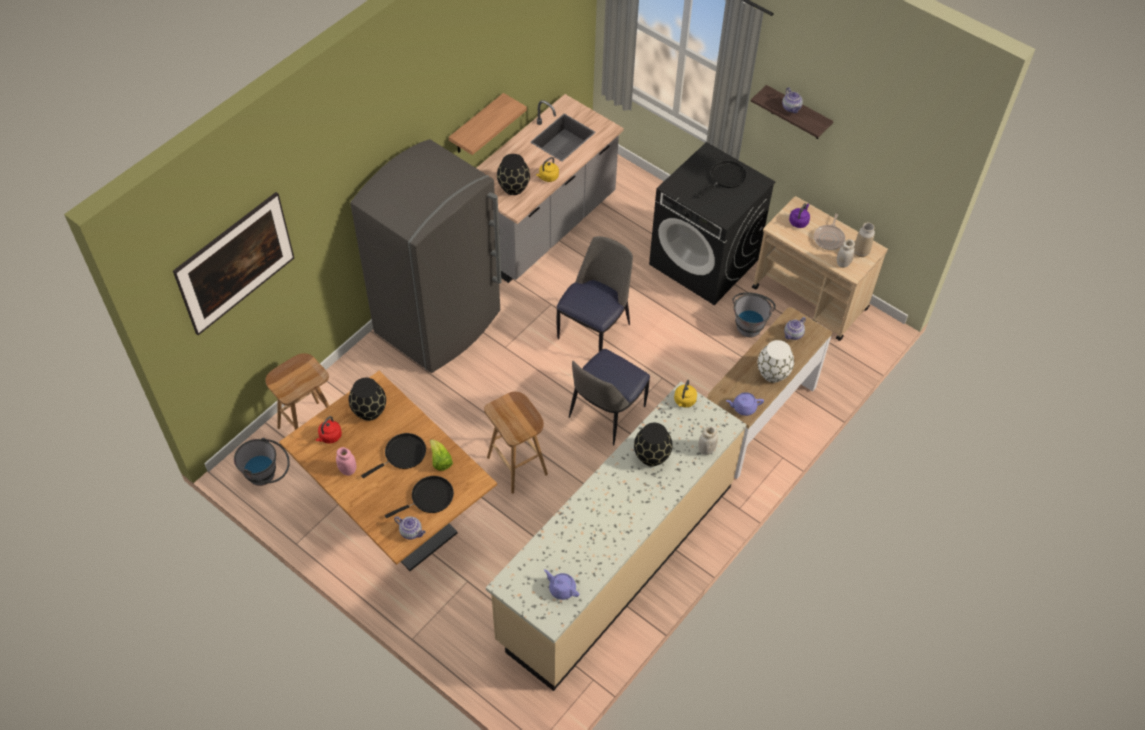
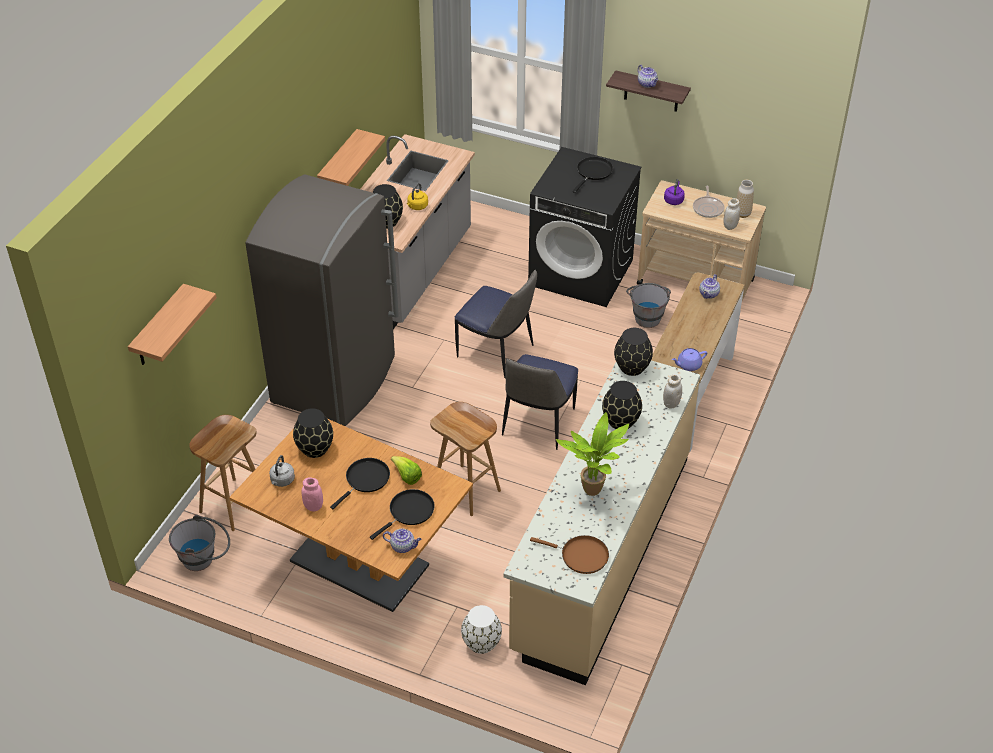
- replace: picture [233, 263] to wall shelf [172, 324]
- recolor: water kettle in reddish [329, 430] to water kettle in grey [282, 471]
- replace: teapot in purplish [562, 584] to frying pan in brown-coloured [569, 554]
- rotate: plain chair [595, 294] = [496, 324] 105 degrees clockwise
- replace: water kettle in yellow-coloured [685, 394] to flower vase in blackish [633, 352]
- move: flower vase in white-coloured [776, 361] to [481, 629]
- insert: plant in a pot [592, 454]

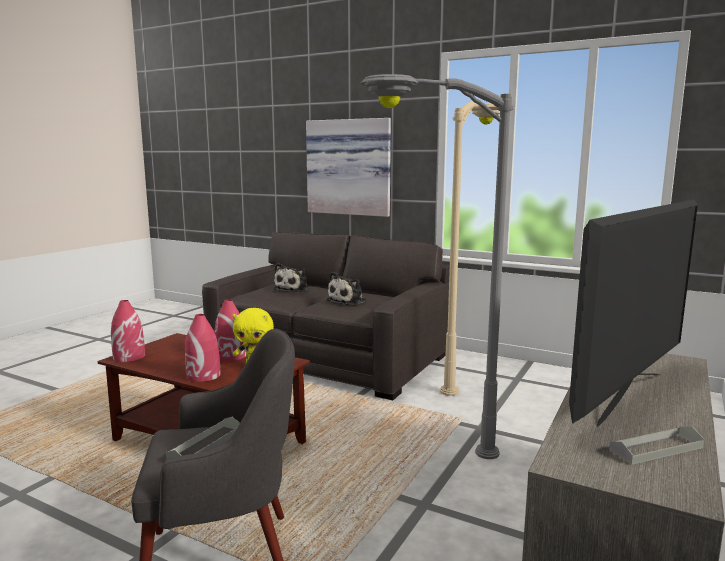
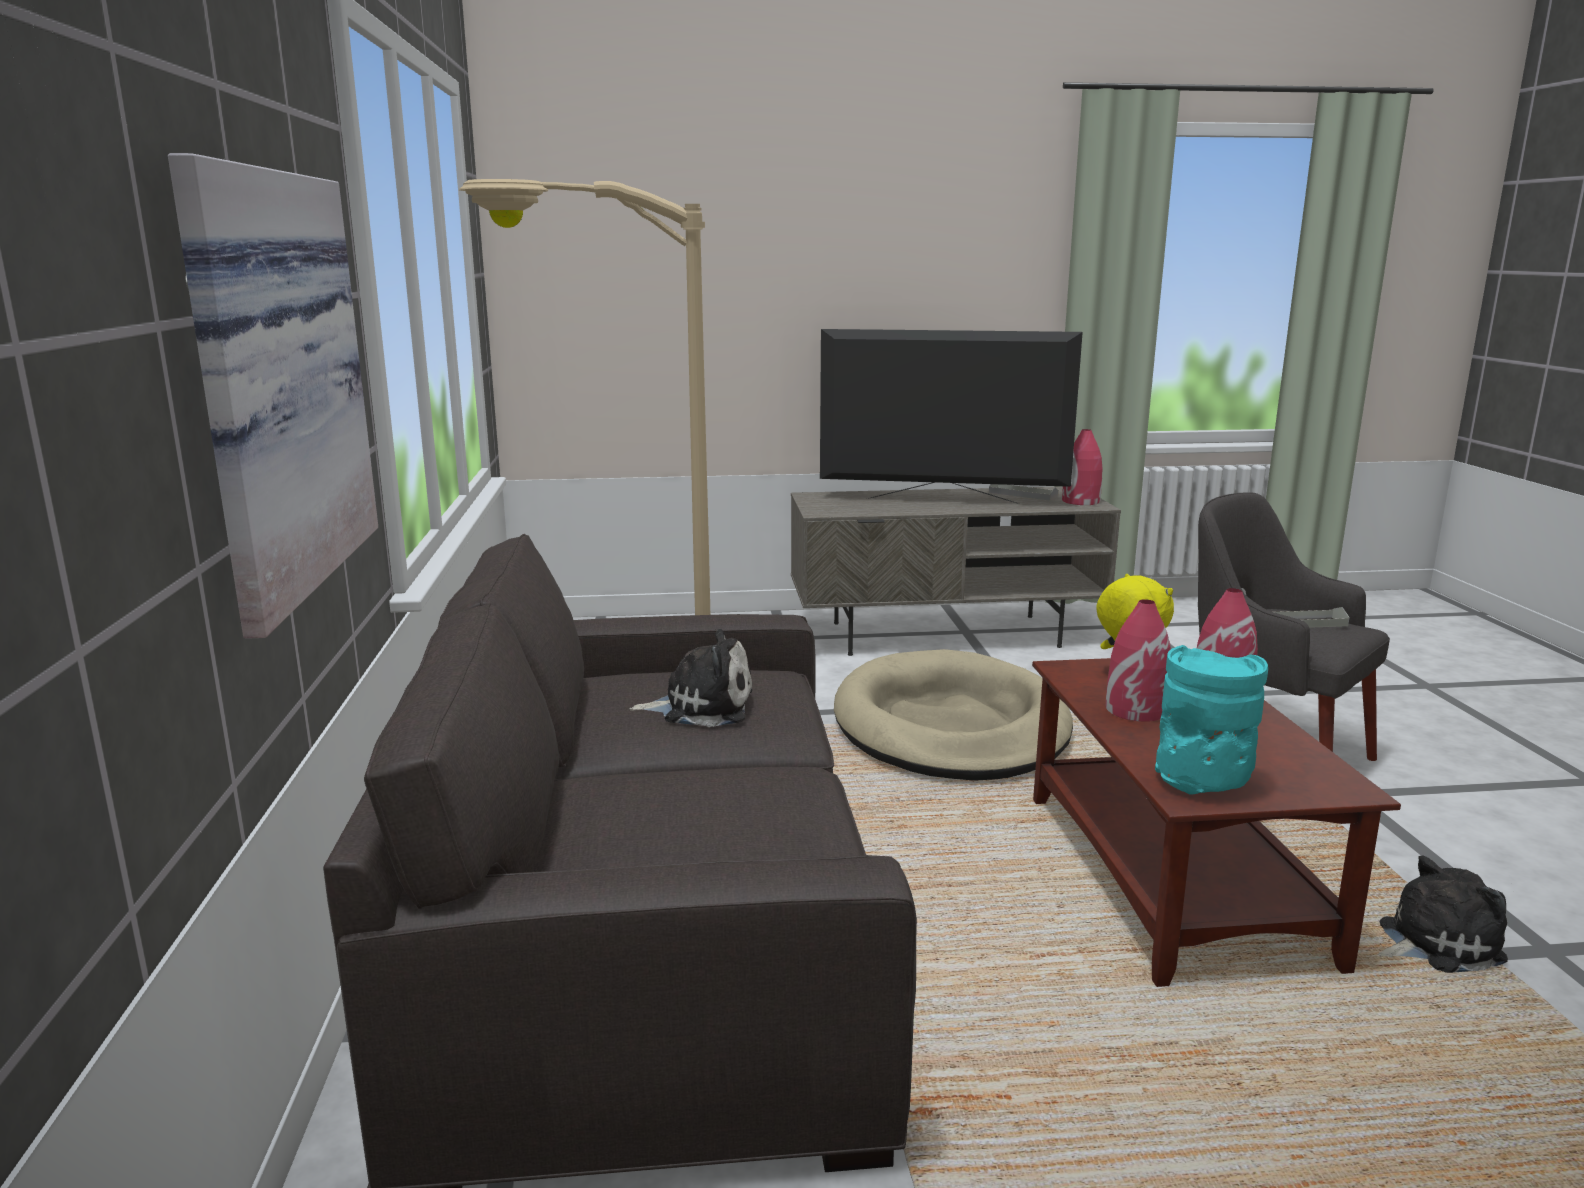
- move: flower vase in reddish [128, 331] to [1082, 467]
- move: plush toy [291, 277] to [1443, 914]
- replace: standing lamp in grey [436, 266] to dog bed in beige [953, 715]
- insert: flower vase in turquoise [1211, 720]

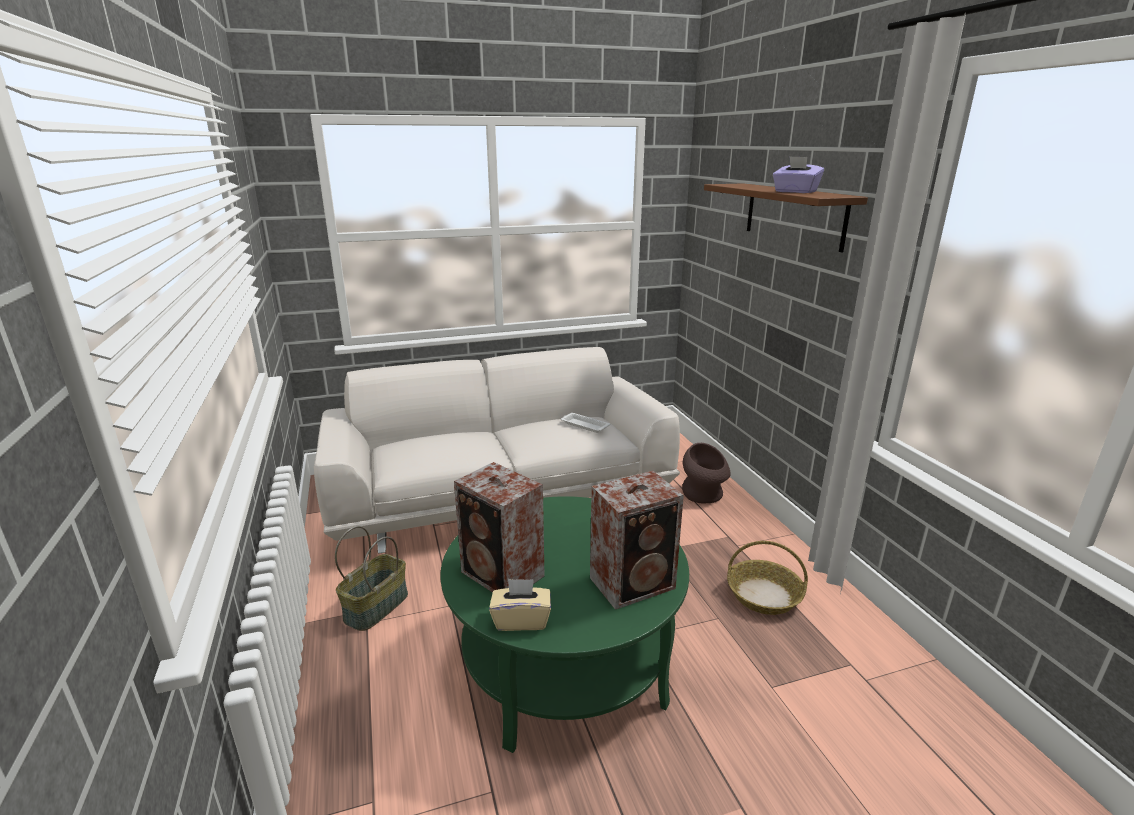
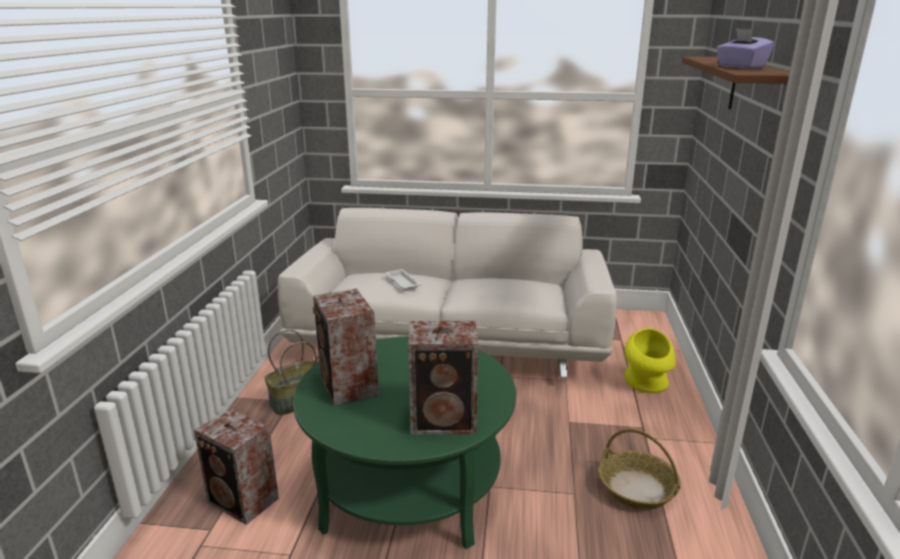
- delete: box of tissues in beige [520, 605]
- move: serving tray in white-coloured [585, 423] to [403, 279]
- recolor: flower vase in brown-coloured [706, 473] to flower vase in yellow-coloured [650, 360]
- insert: audio speaker [236, 466]

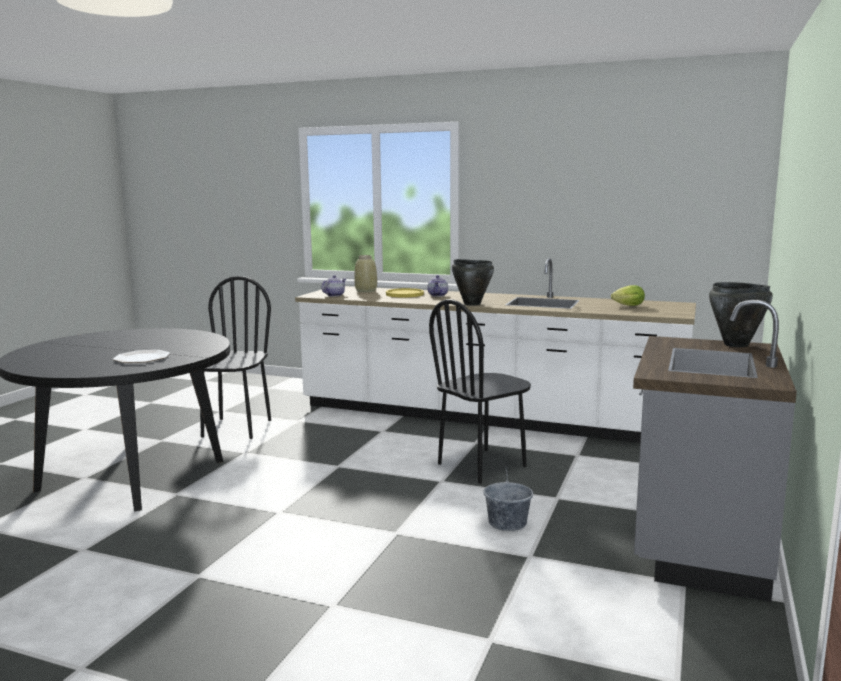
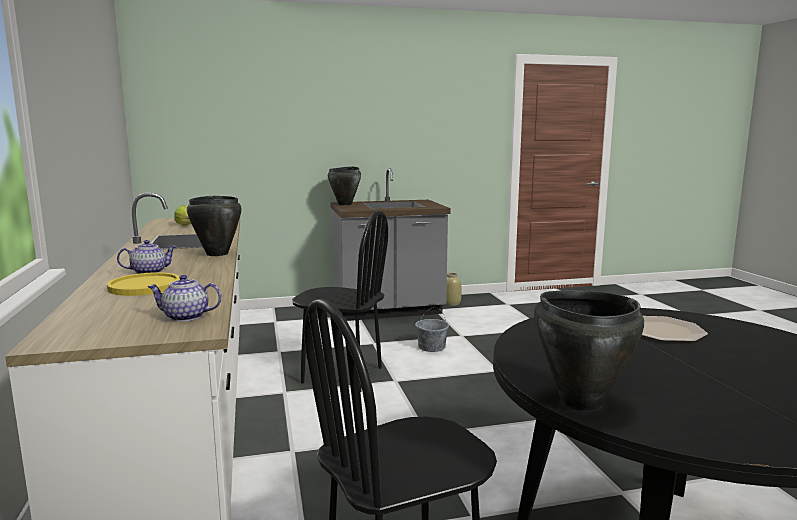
- move: flower vase in beige [365, 273] to [453, 289]
- insert: cooking pot in blackish [589, 351]

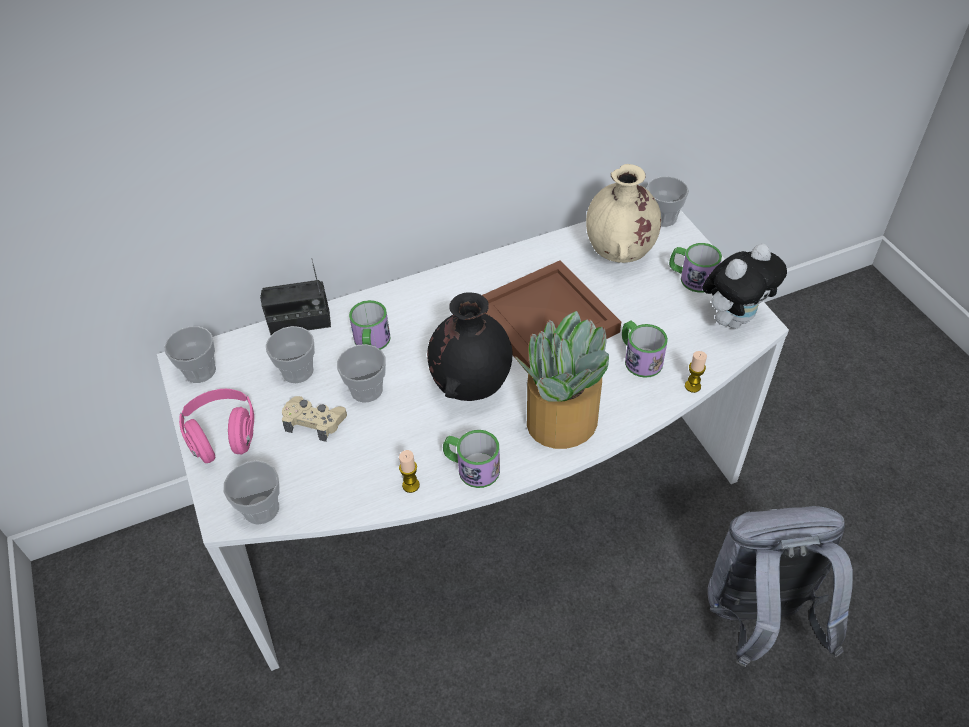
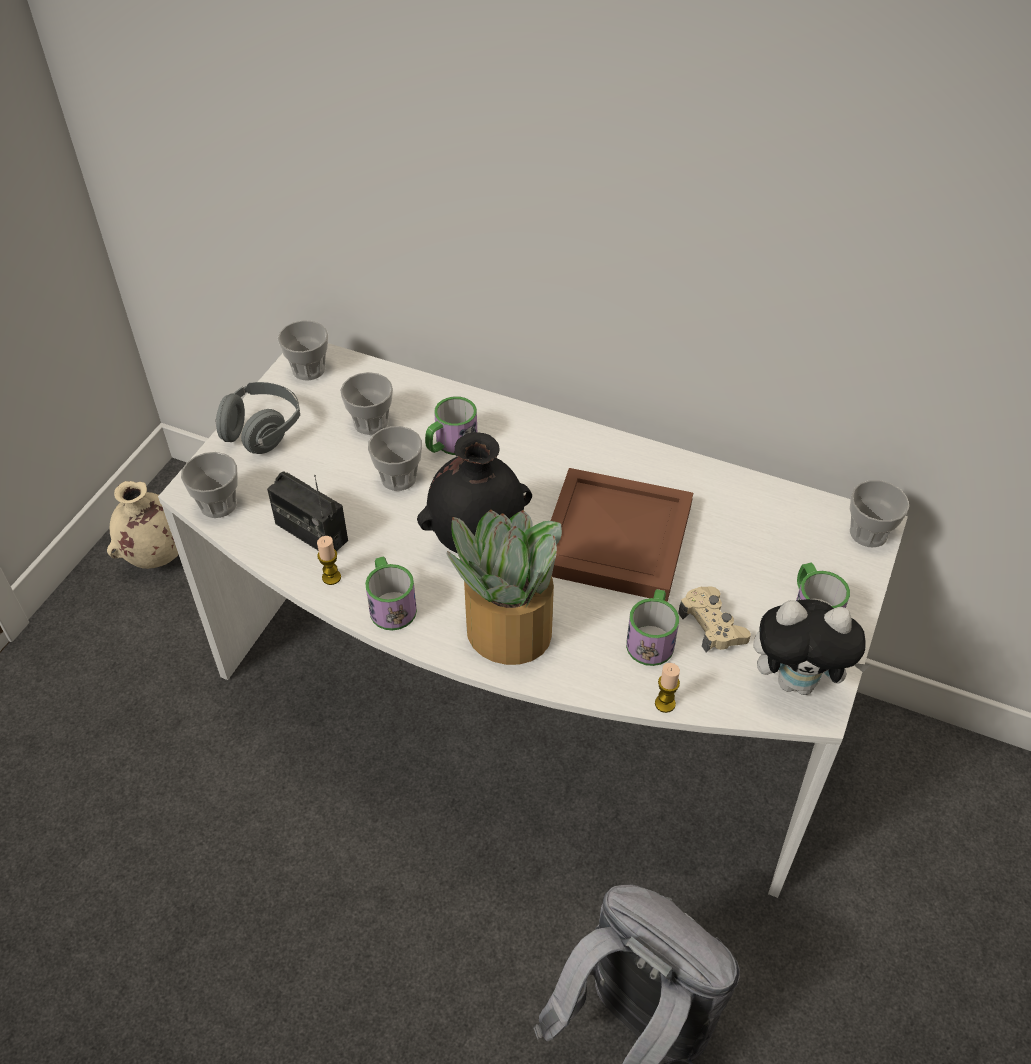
- recolor: headphones in pink-coloured [216, 426] to headphones in grey [257, 418]
- move: radio set [295, 296] to [307, 511]
- move: joypad in beige [314, 419] to [714, 619]
- move: flower vase in beige [623, 213] to [143, 525]

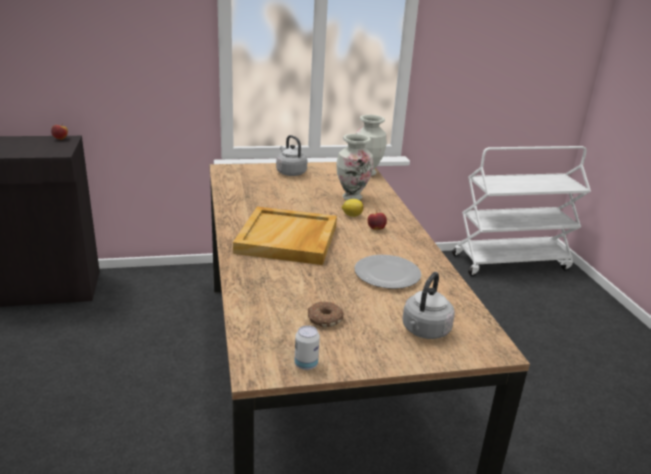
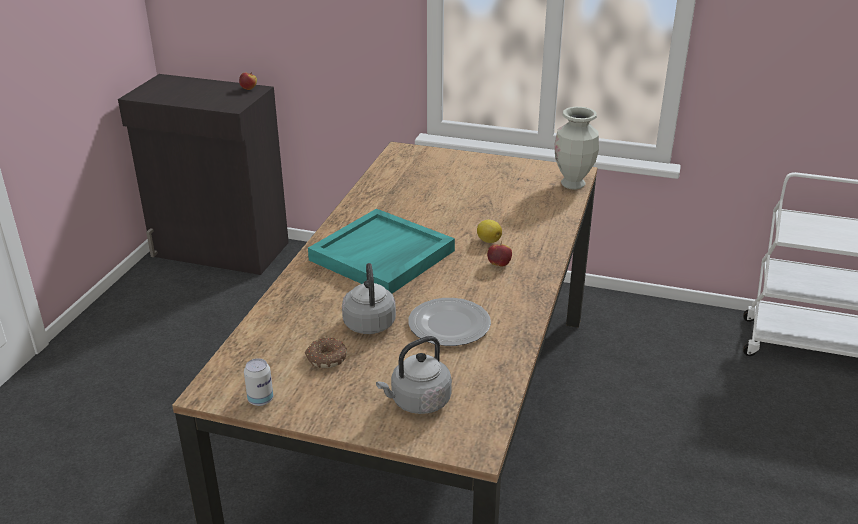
- recolor: serving tray in beige [285, 236] to serving tray in turquoise [381, 251]
- move: water kettle in grey [291, 155] to [369, 298]
- delete: flower vase [354, 167]

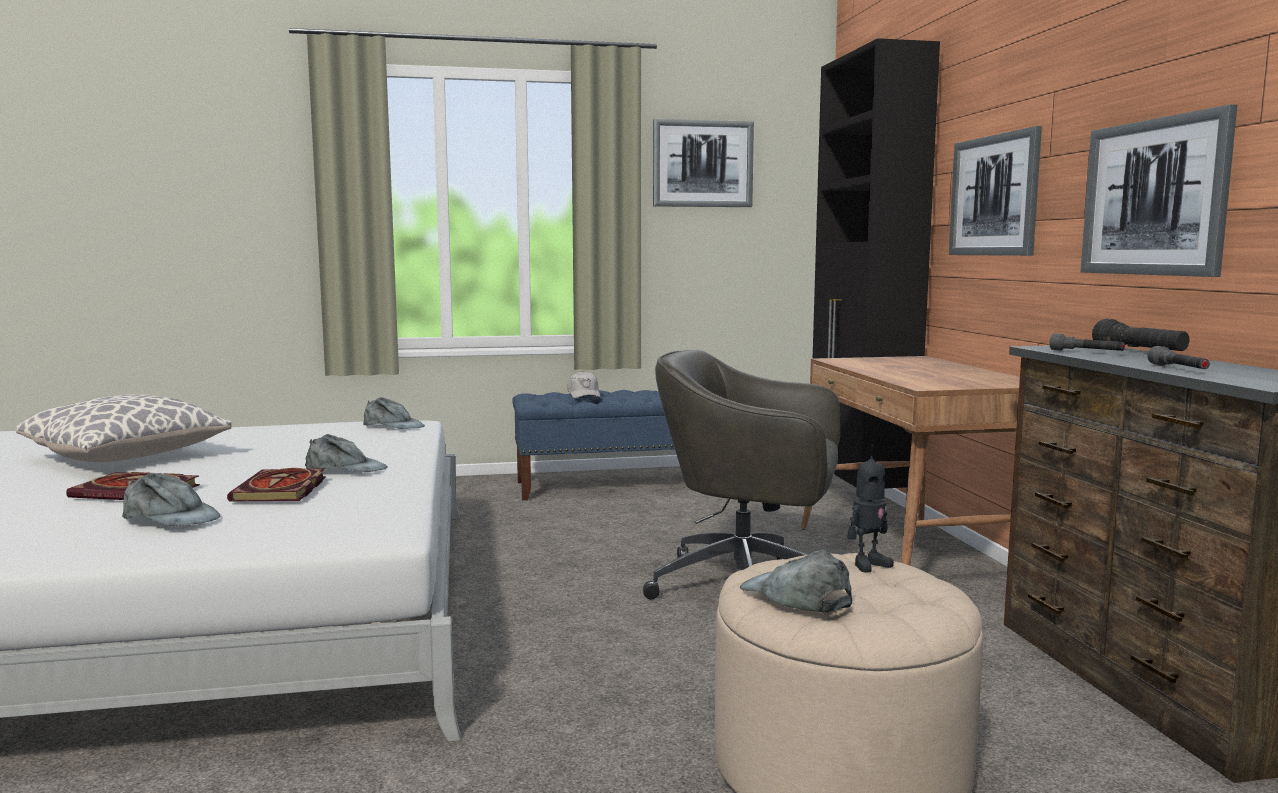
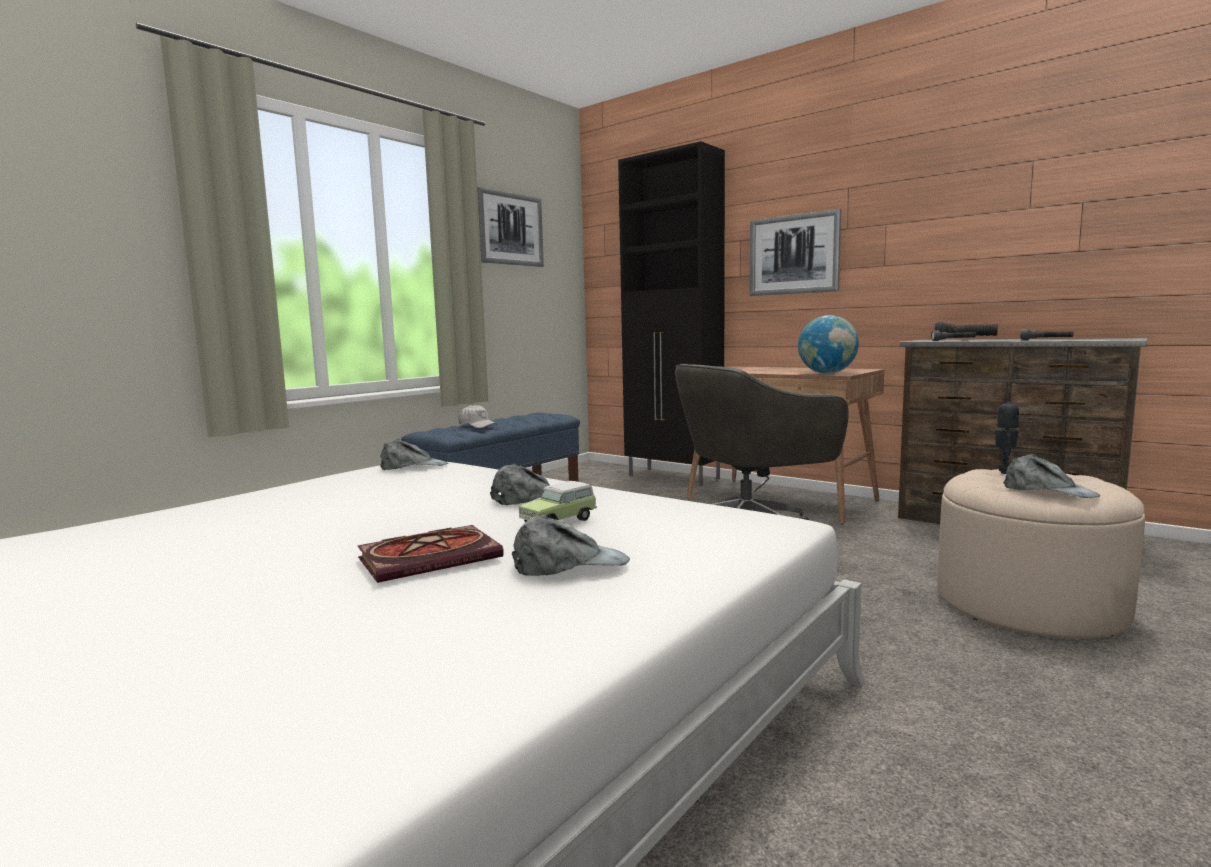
- delete: pillow [124, 428]
- replace: bound book [276, 485] to toy car [558, 501]
- rotate: cap in grey [796, 581] = [1051, 476] 150 degrees counterclockwise
- delete: picture [1159, 191]
- insert: world globe [828, 344]

